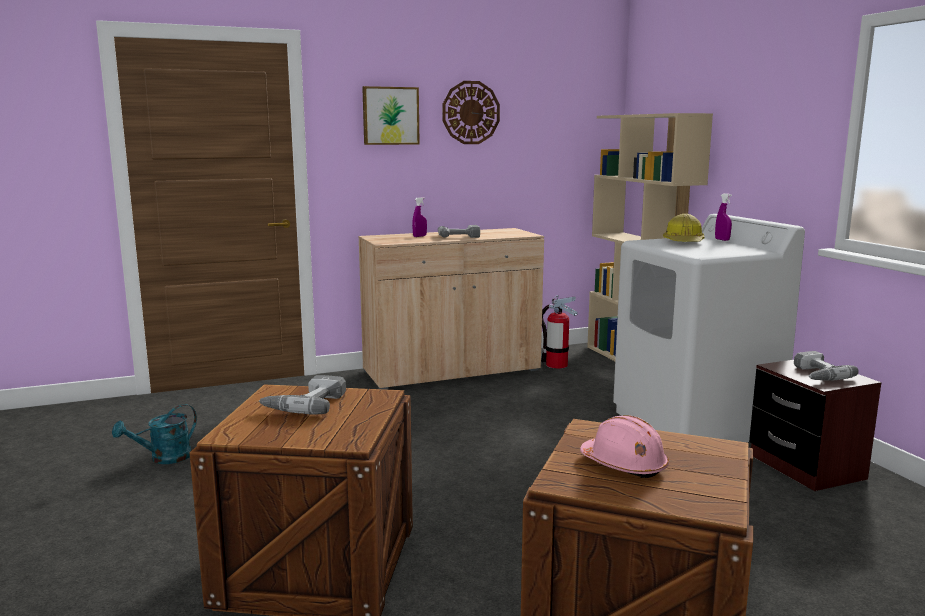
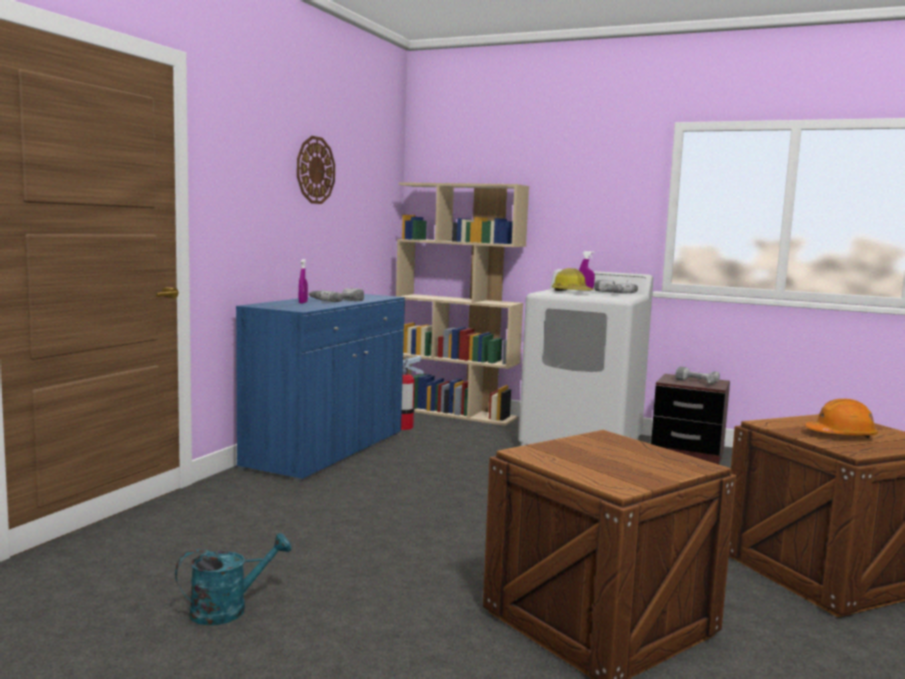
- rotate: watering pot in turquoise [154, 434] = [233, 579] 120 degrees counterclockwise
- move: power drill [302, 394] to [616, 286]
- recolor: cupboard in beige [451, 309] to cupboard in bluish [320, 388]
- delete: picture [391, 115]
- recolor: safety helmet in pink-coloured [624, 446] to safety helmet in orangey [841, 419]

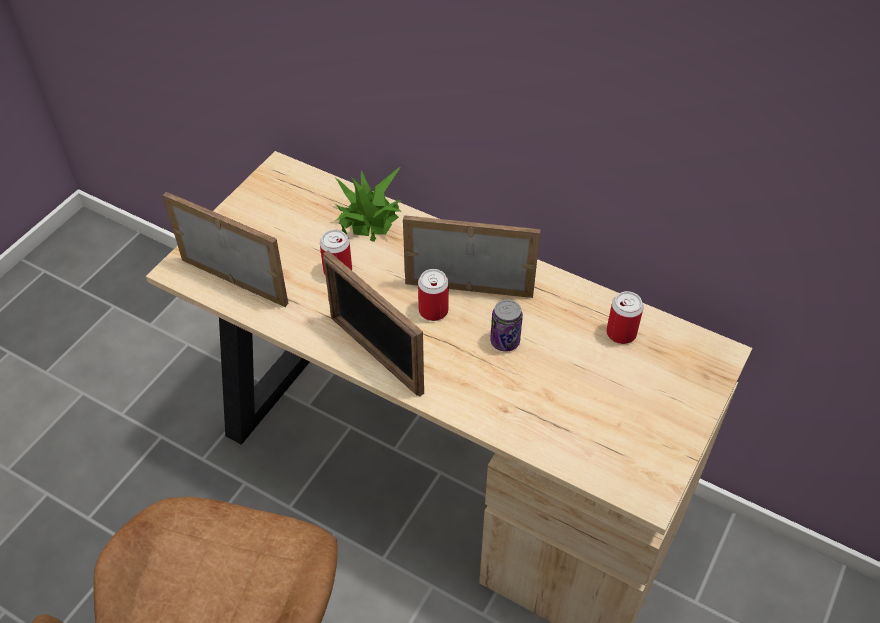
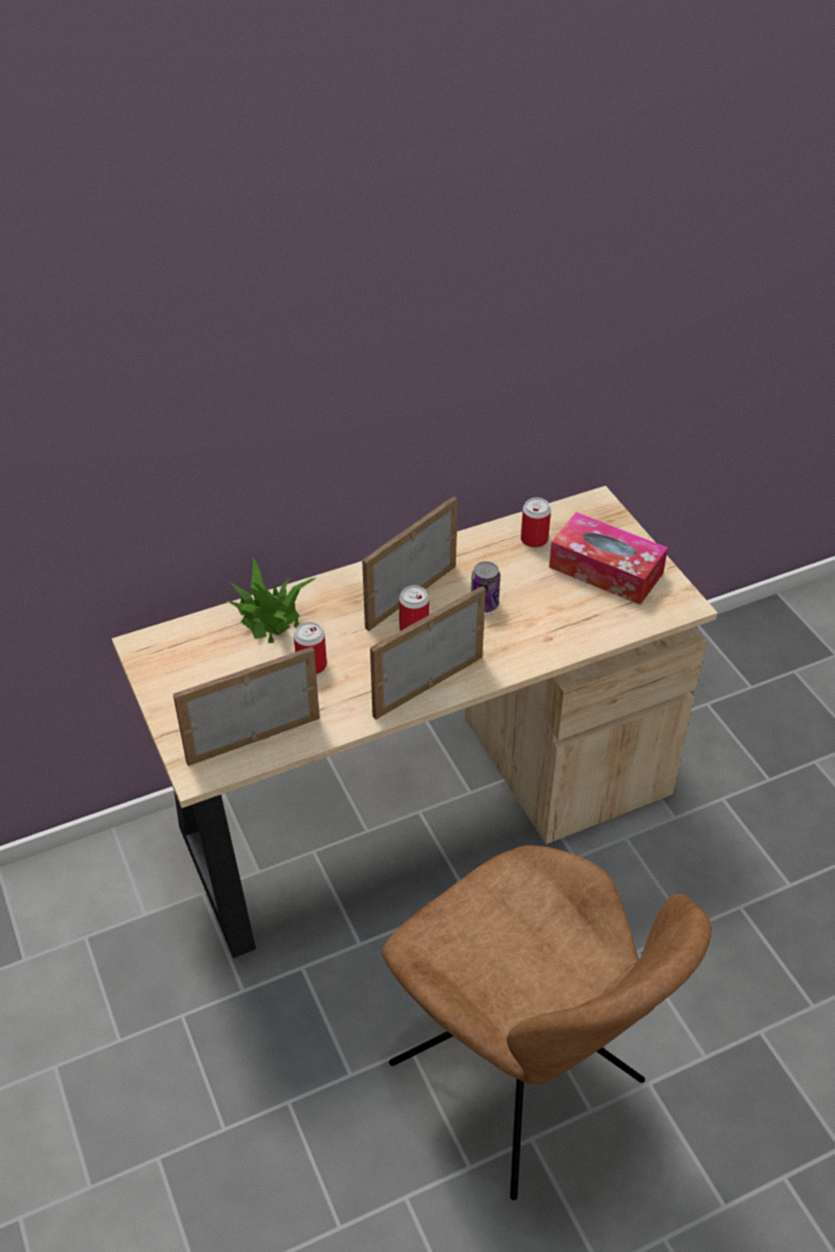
- rotate: photo frame [373, 324] = [428, 652] 150 degrees clockwise
- insert: box of tissues [608, 558]

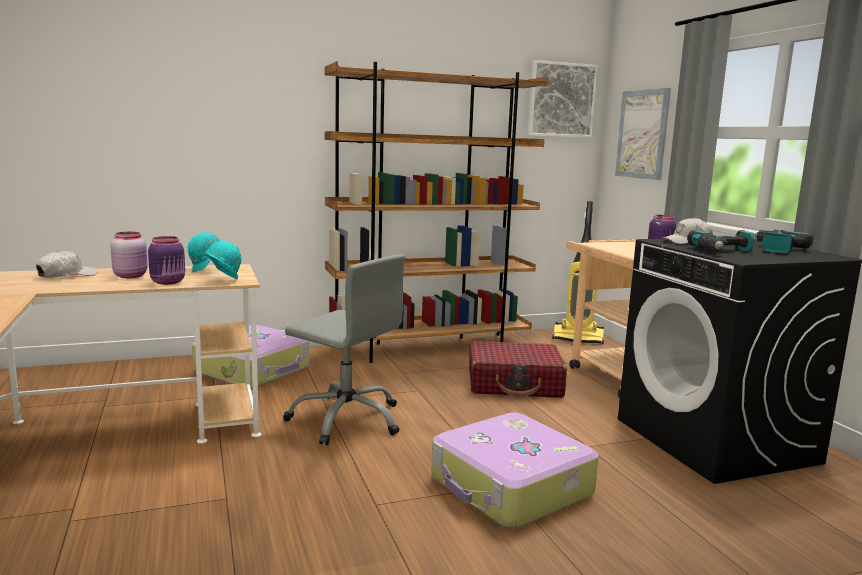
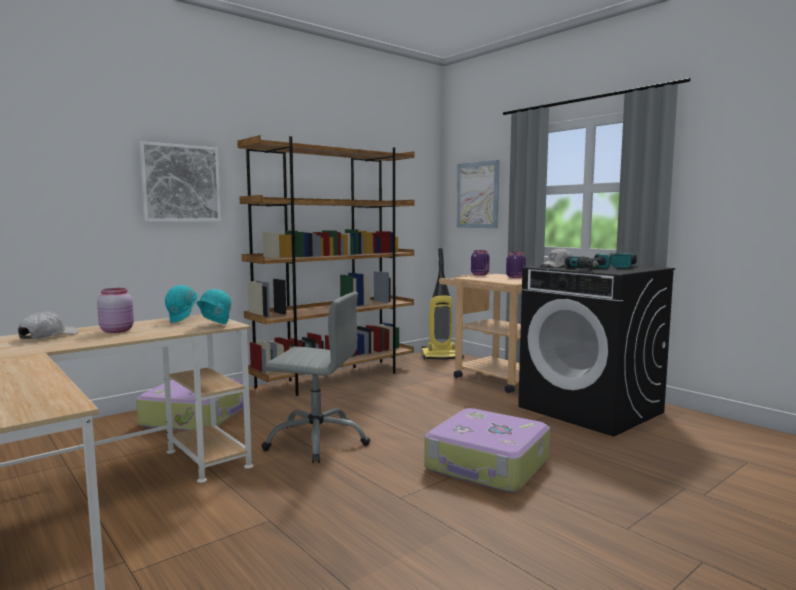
- move: jar in purplish [166, 260] to [480, 263]
- delete: piece of luggage in reddish [518, 369]
- move: picture [563, 99] to [180, 181]

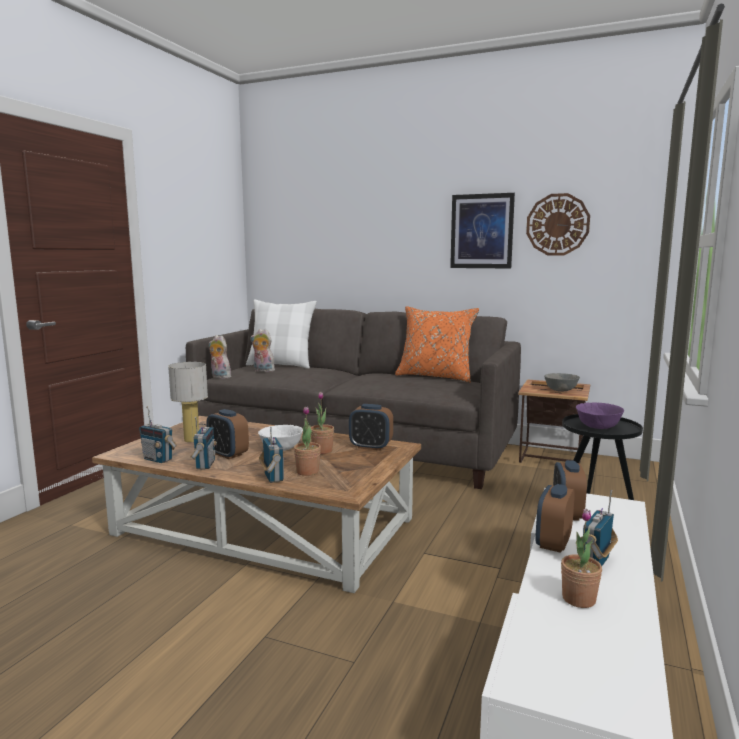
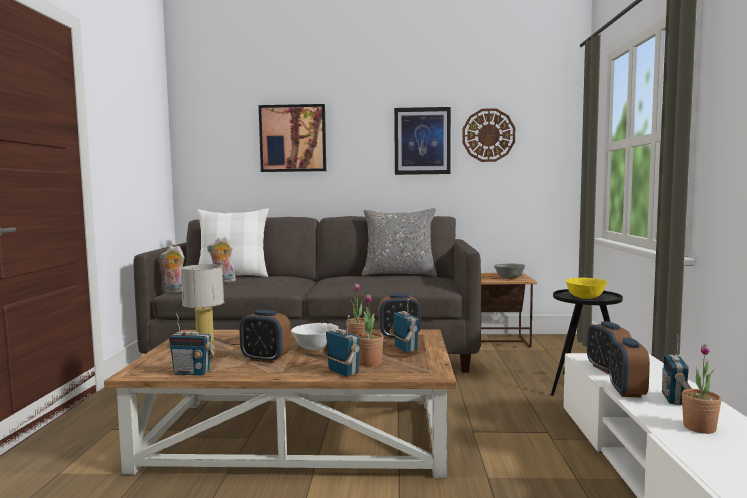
- move: radio set [203, 443] to [404, 326]
- recolor: pillow in orangey [437, 344] to pillow in grey [399, 242]
- recolor: deep dish in purplish [600, 416] to deep dish in yellow-coloured [586, 288]
- insert: picture [292, 138]

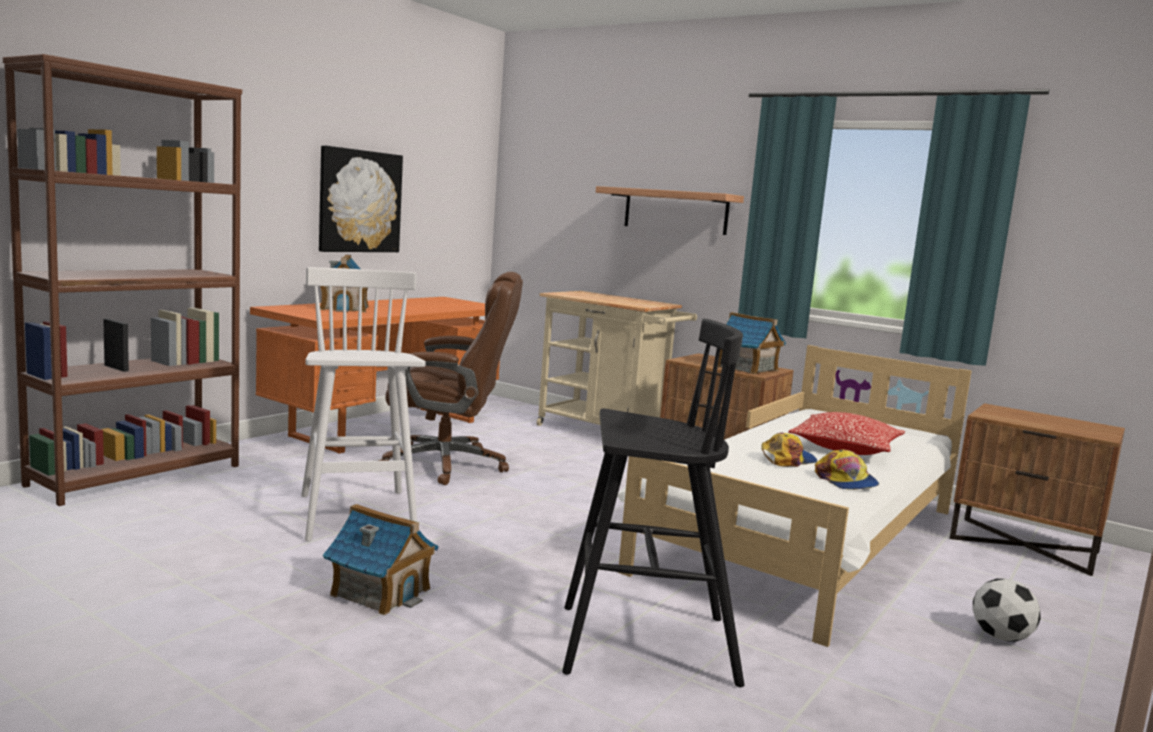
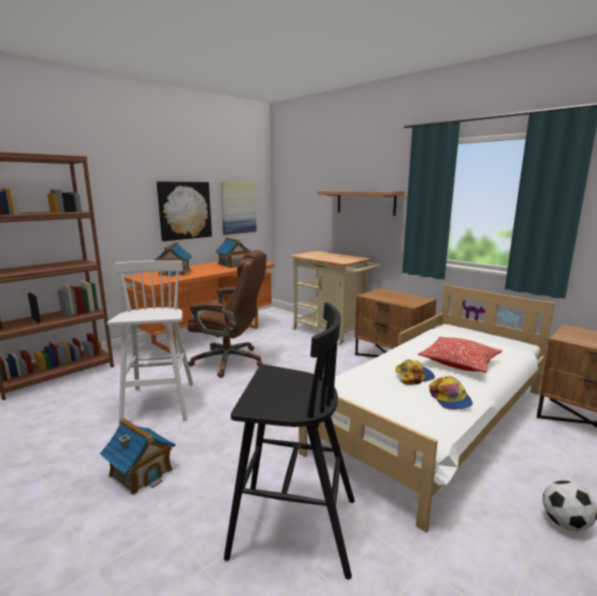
- move: model house [752, 343] to [233, 252]
- insert: picture [239, 208]

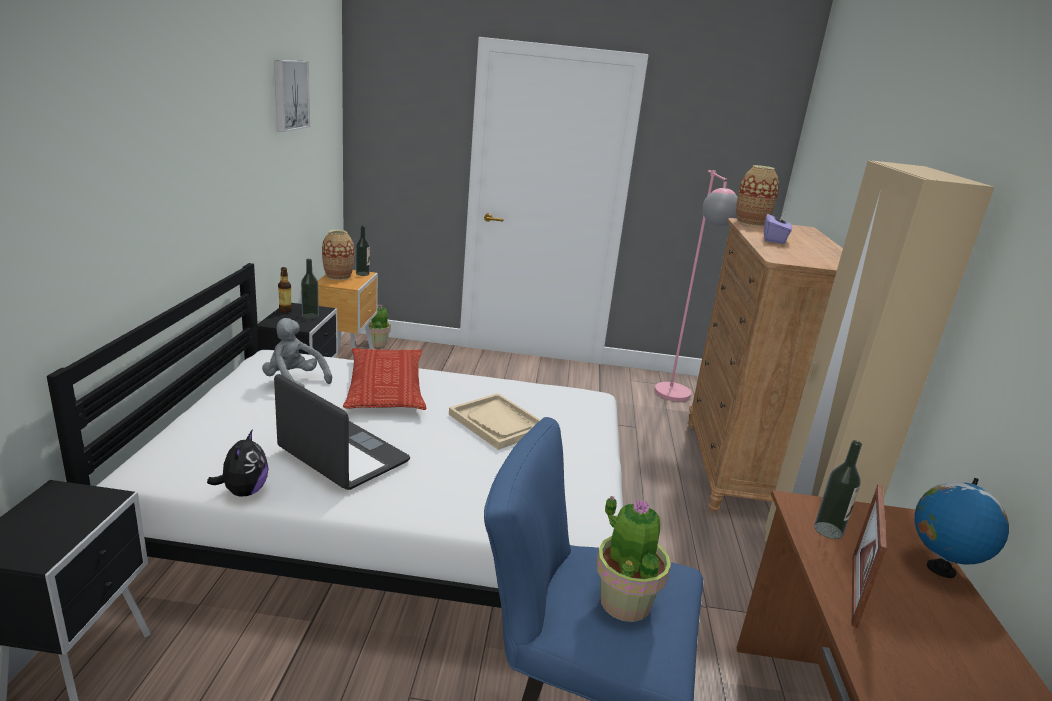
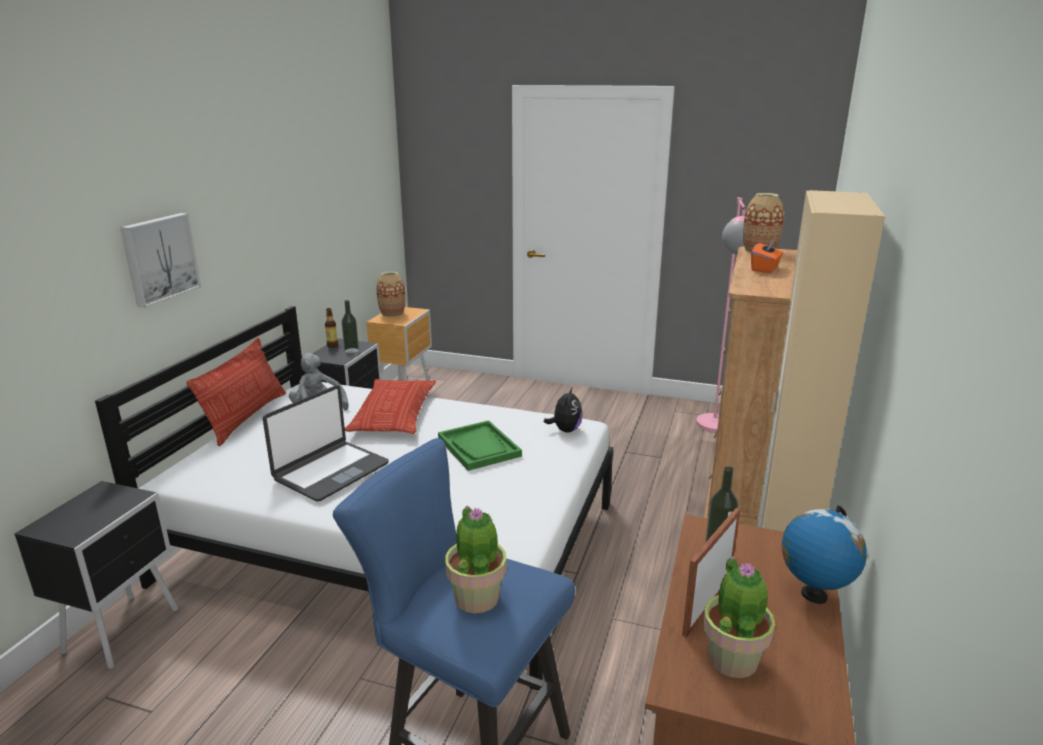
- move: plush toy [238, 463] to [563, 410]
- move: picture [292, 96] to [160, 260]
- rotate: notebook computer [342, 432] = [326, 443] 75 degrees clockwise
- delete: bottle [363, 251]
- move: plant in a pot [378, 325] to [739, 617]
- recolor: serving tray in beige [494, 421] to serving tray in green-coloured [480, 445]
- recolor: box of tissues in purplish [778, 227] to box of tissues in orangey [767, 255]
- insert: pillow [236, 391]

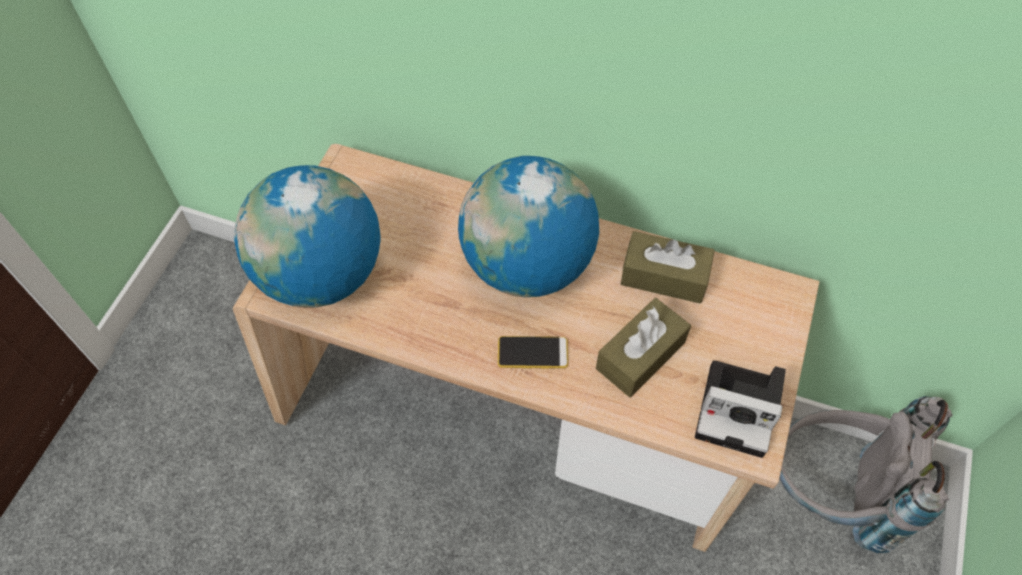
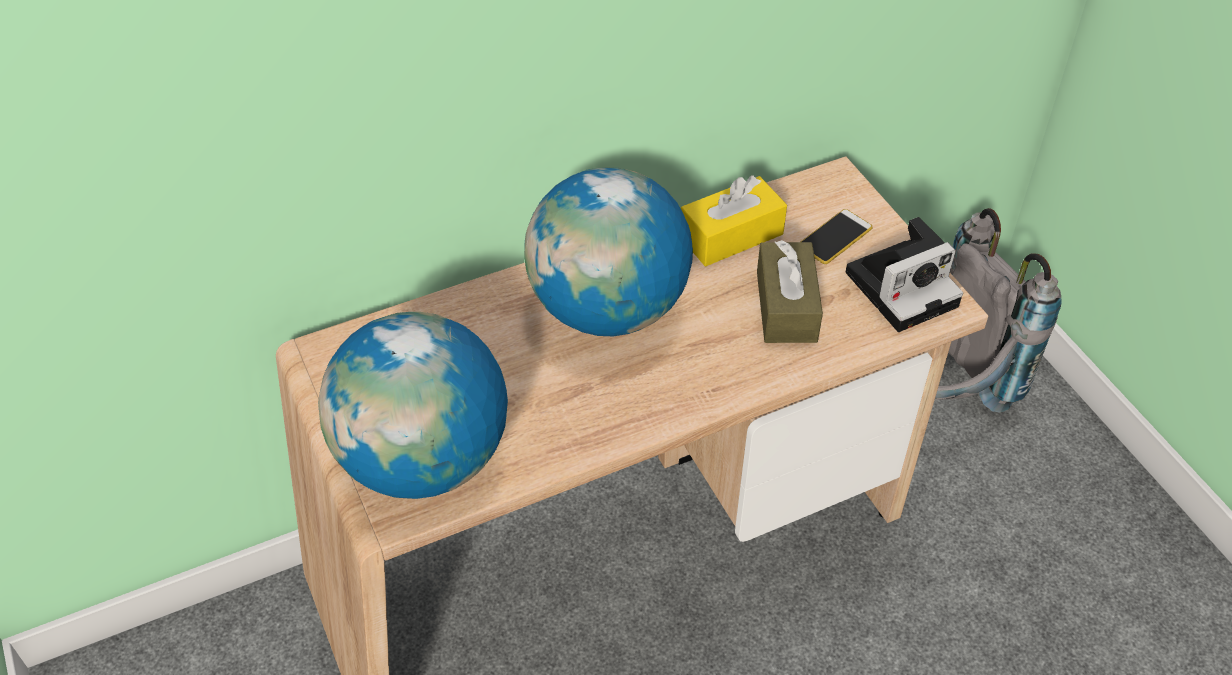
- move: handset [533, 352] to [836, 236]
- recolor: box of tissues in brown-coloured [668, 267] to box of tissues in yellow-coloured [734, 221]

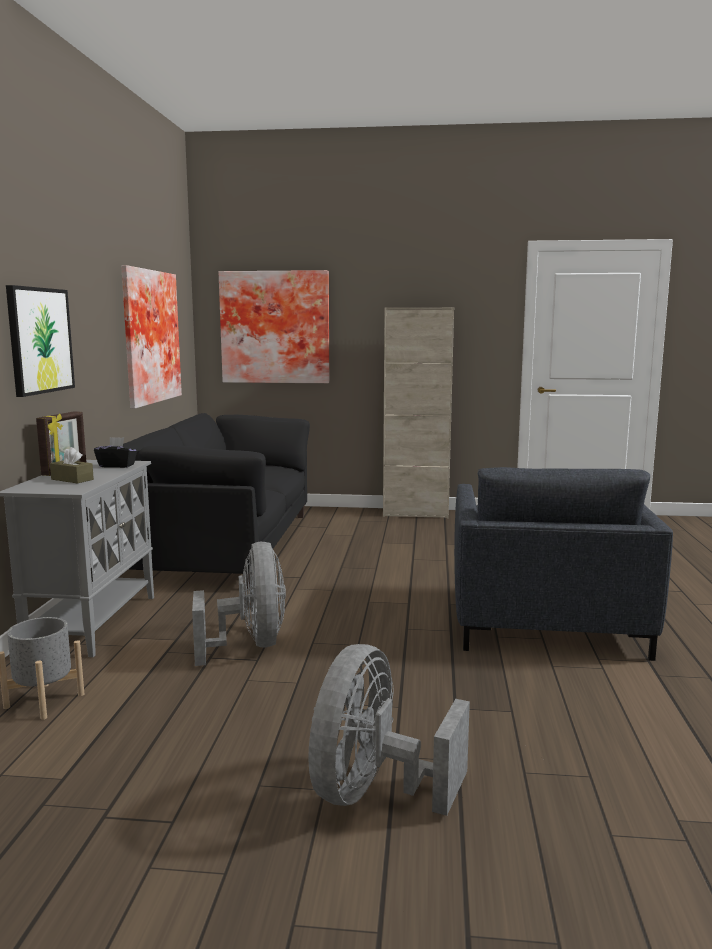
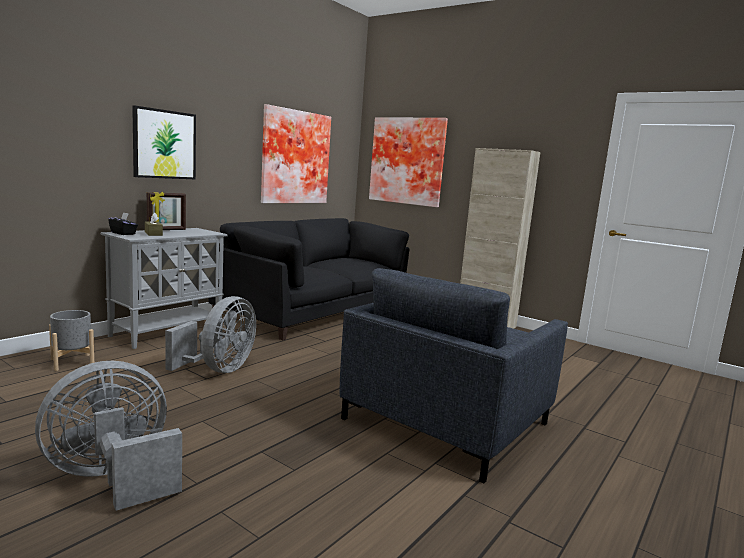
- move: box of tissues in blackish [115, 452] to [123, 223]

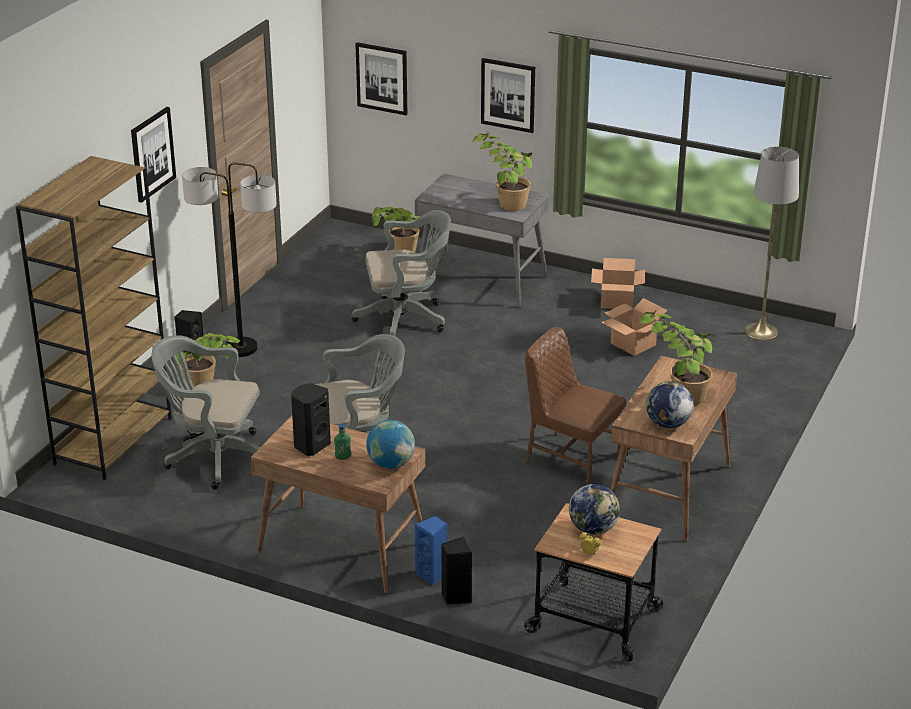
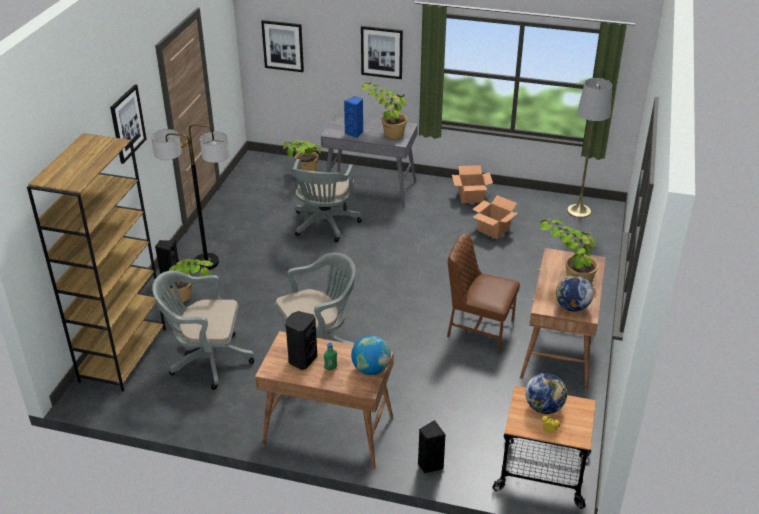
- rotate: desk chair in grey [401, 273] = [327, 200] 120 degrees clockwise
- move: audio speaker in bluish [430, 551] to [353, 117]

